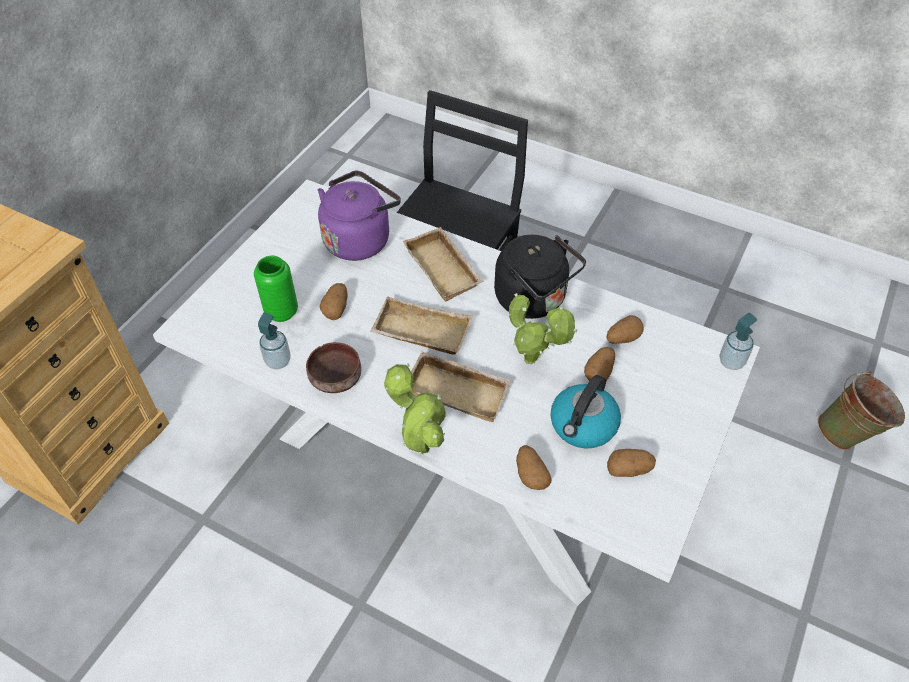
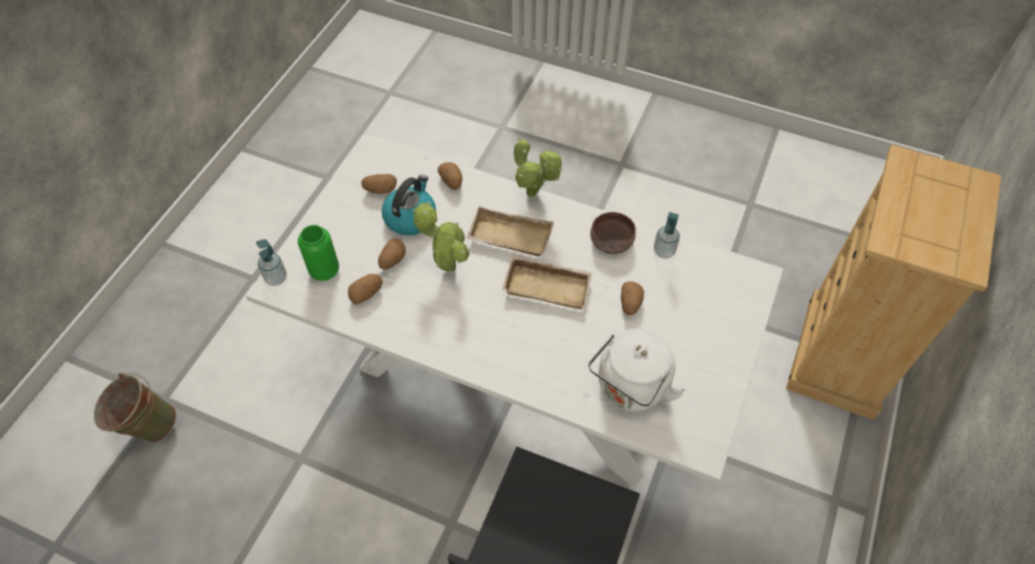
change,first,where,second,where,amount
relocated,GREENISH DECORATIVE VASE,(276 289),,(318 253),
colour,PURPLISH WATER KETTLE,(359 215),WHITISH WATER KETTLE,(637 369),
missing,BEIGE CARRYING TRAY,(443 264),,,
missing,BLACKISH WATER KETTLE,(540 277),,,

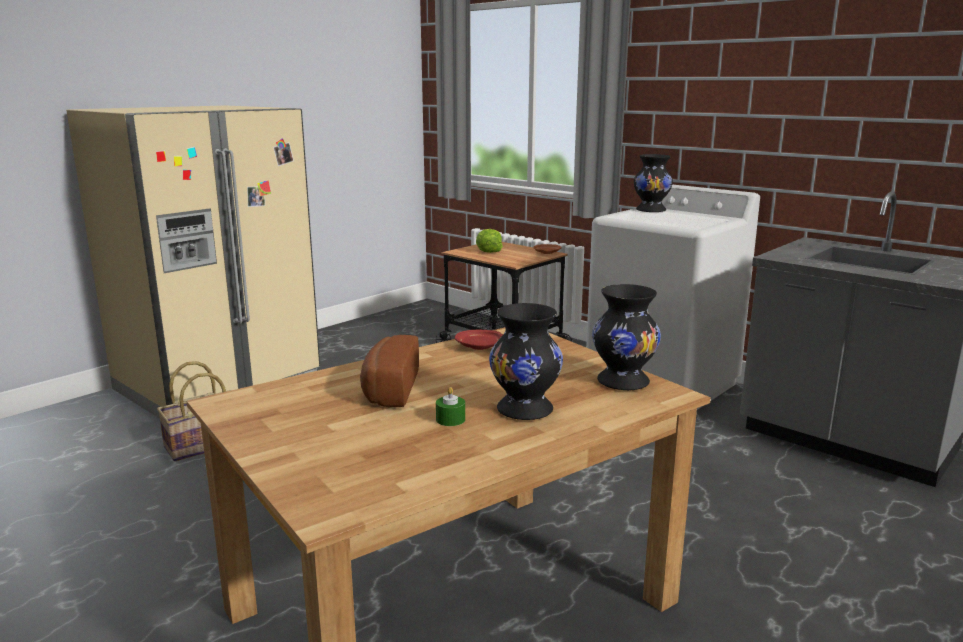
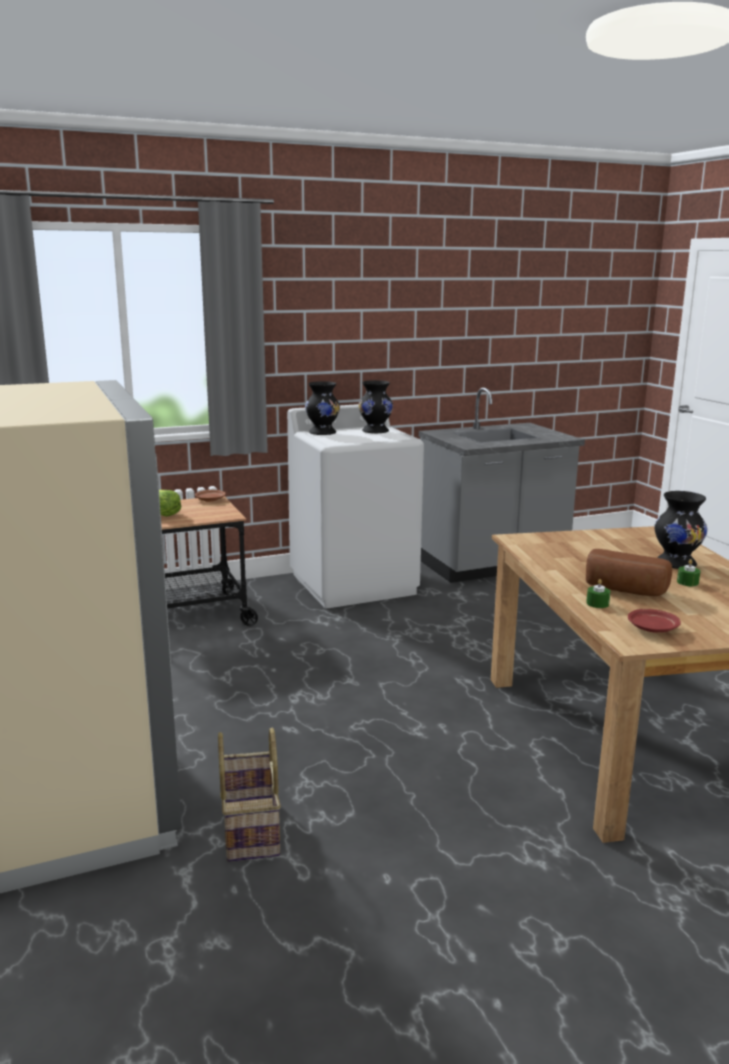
change,first,where,second,where,amount
relocated,RED DINNER PLATE,(479 340),,(654 620),
relocated,BLACKISH DECORATIVE VASE,(626 337),,(375 406),
appeared,,,GREENISH CANDLE,(598 593),

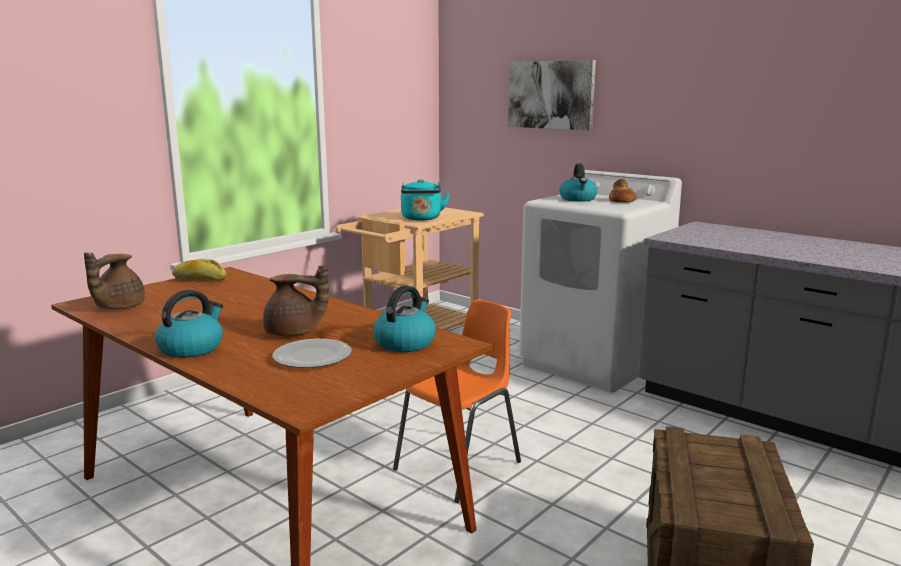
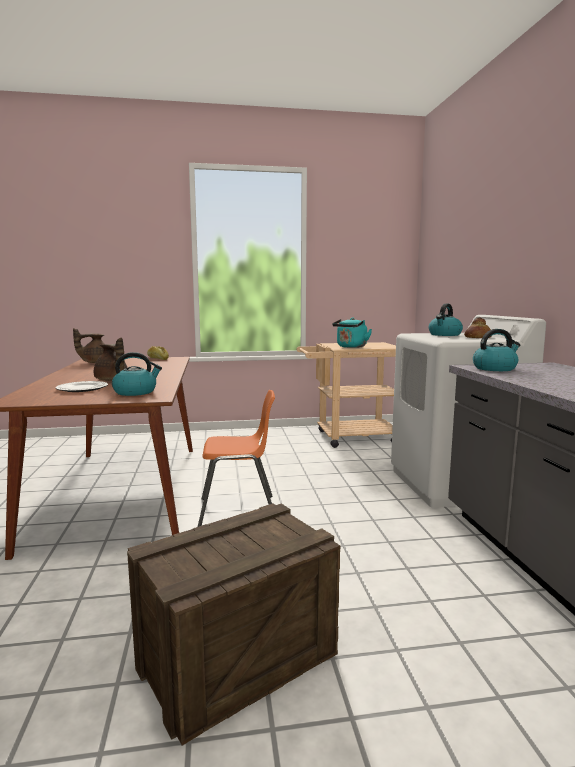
change,first,where,second,where,amount
relocated,WATER KETTLE,(189 324),,(496 350),
missing,PICTURE,(552 95),,,

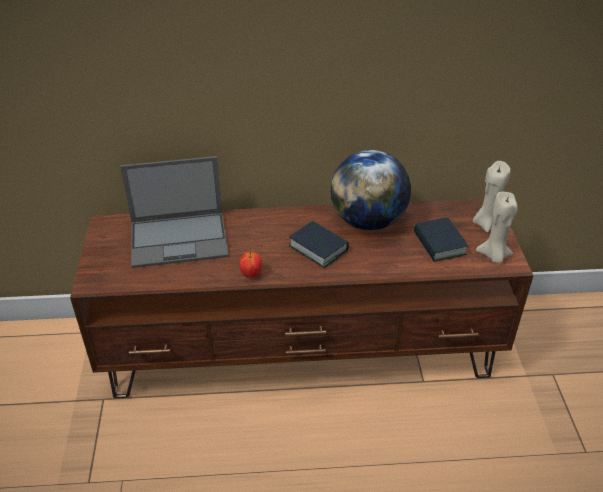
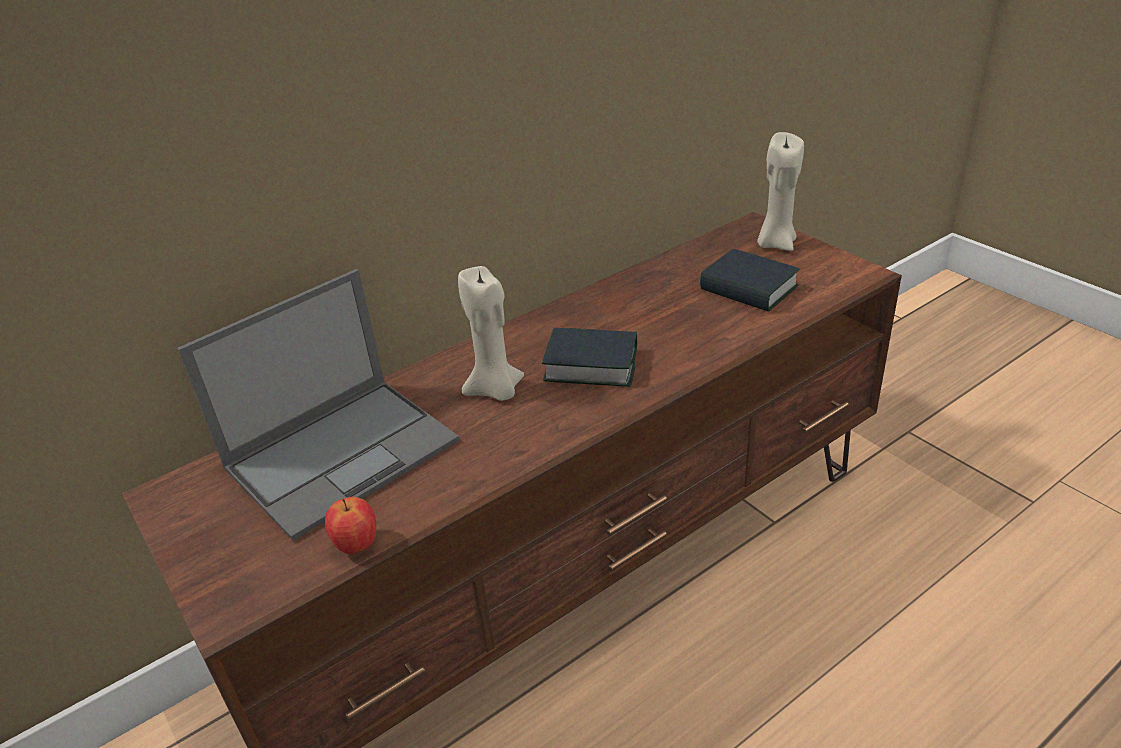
change,first,where,second,where,amount
relocated,APPLE,(250 264),,(350 525),
missing,DESK GLOBE,(371 190),,,
relocated,BEIGE CANDLE,(496 227),,(491 333),

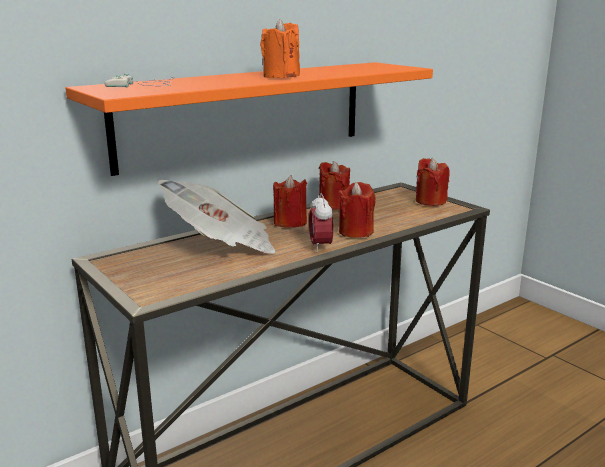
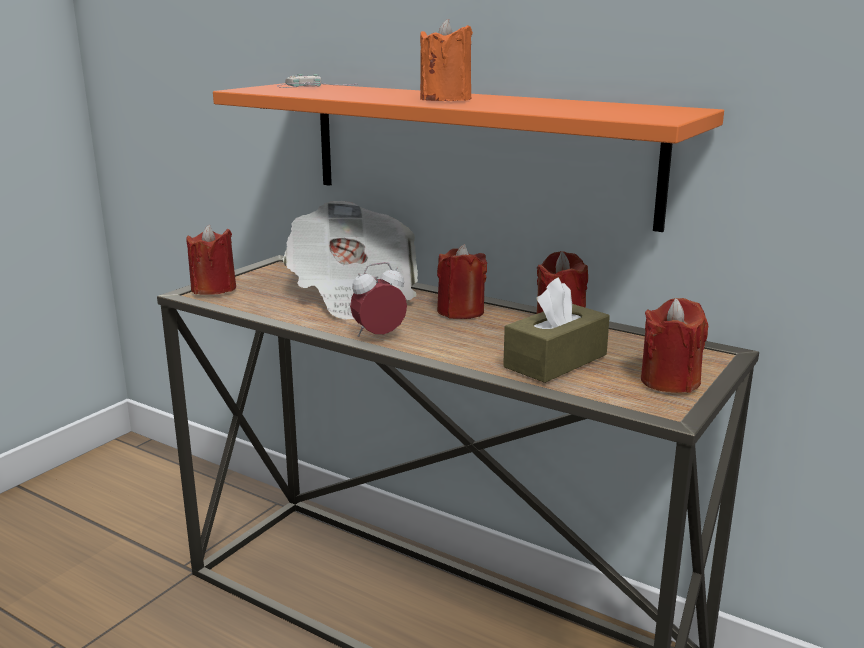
change,first,where,second,where,amount
relocated,RED CANDLE,(357 210),,(211 259),
appeared,,,BROWN TISSUE BOX,(556 330),

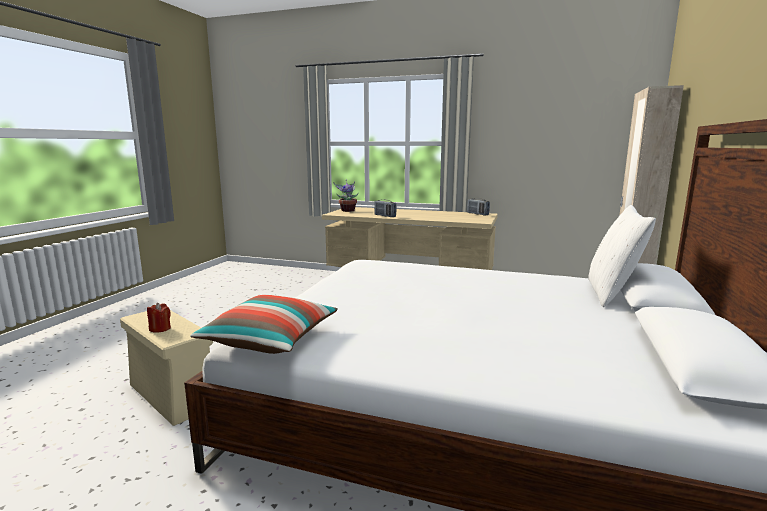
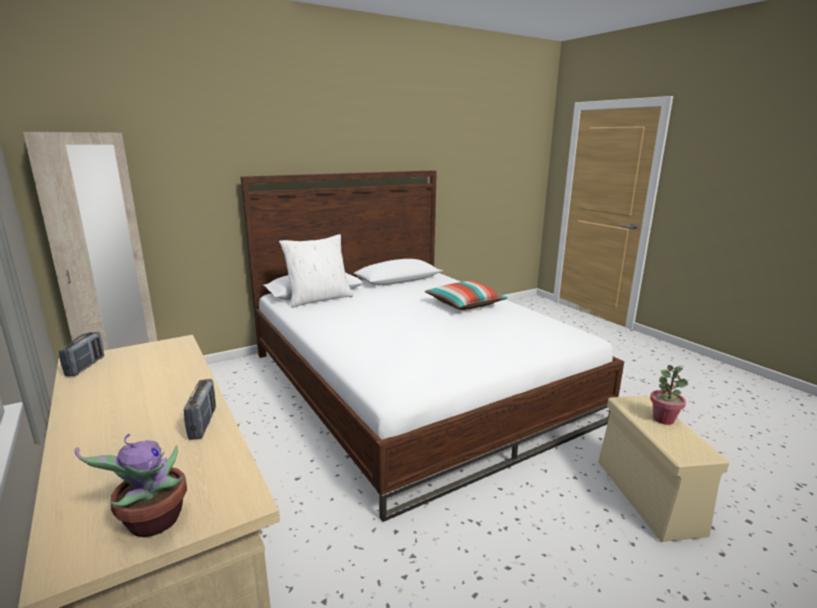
change,first,where,second,where,amount
exchanged,RED CANDLE,(159 318),HOUSEPLANT,(669 395),
relocated,PILLOW,(264 324),,(466 295),

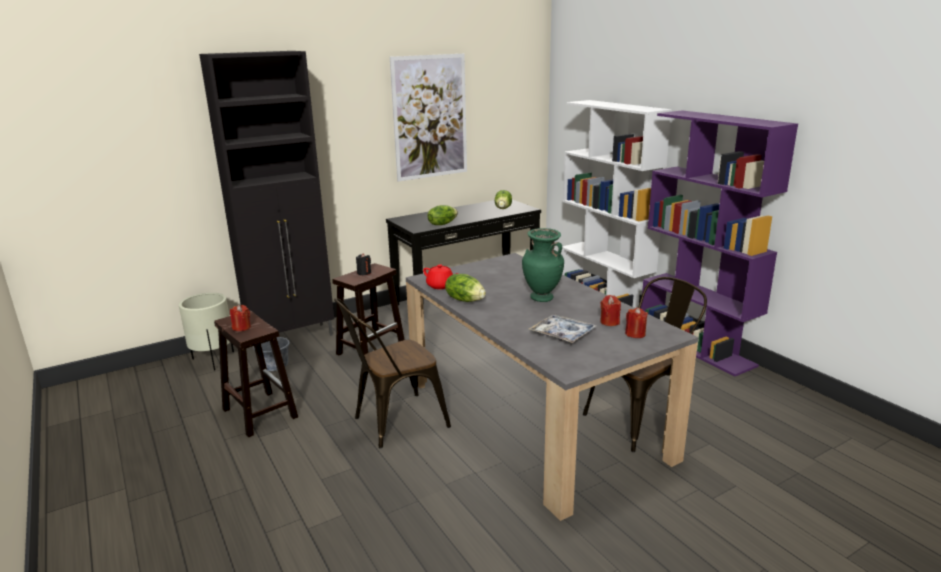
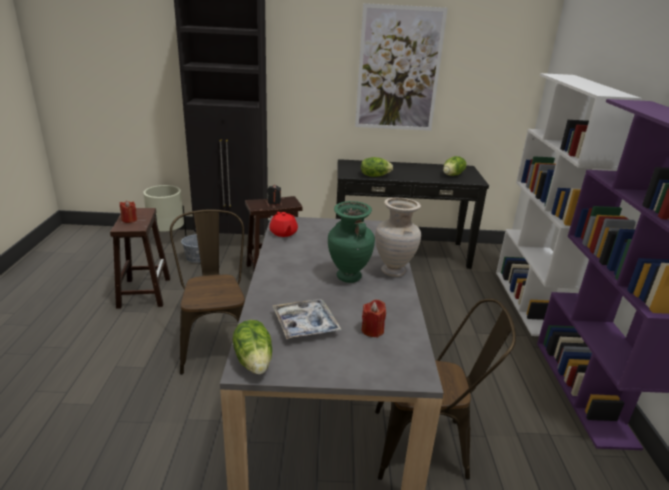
change,first,where,second,where,amount
spun,BROWN PLAIN CHAIR,(392 373),,(207 292),75 degrees clockwise
relocated,LETTUCE HEAD,(465 288),,(252 347),
missing,RED CANDLE,(636 323),,,
appeared,,,BEIGE DECORATIVE VASE,(398 237),

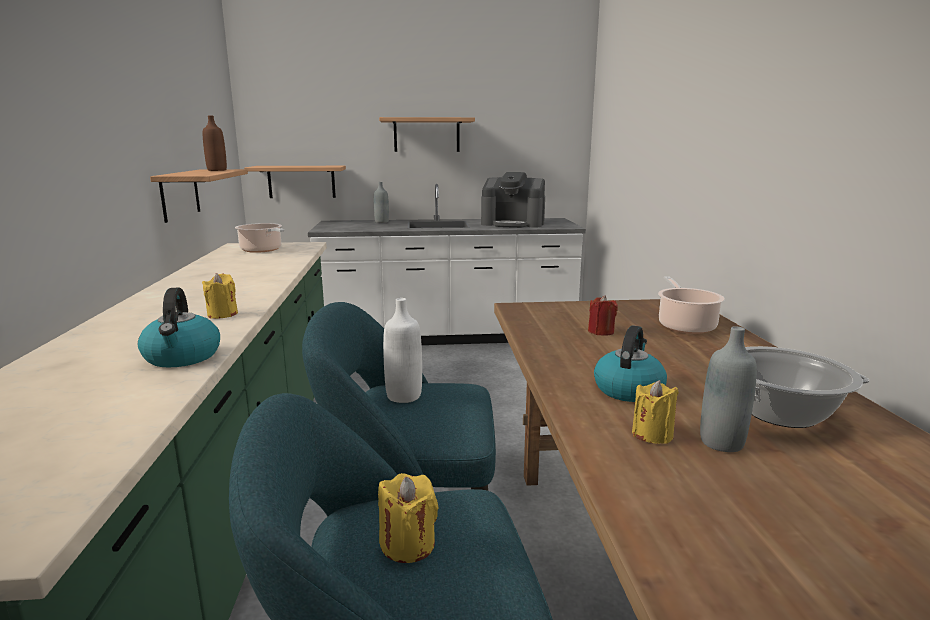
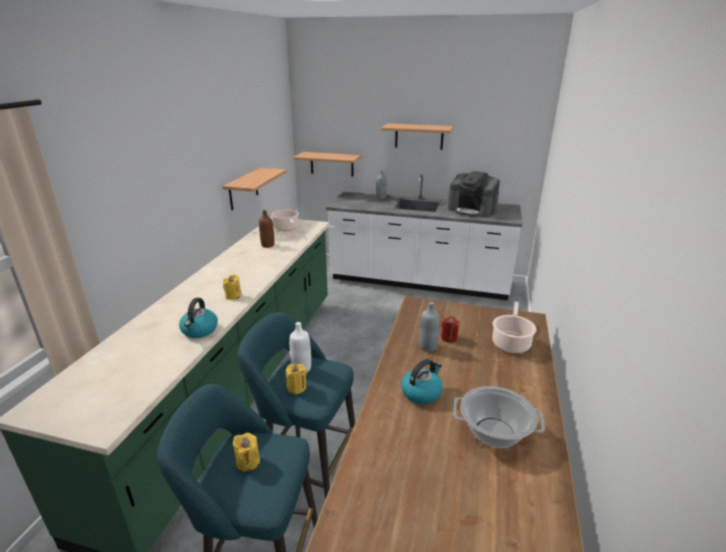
change,first,where,second,where,amount
relocated,BROWN BEVERAGE BOTTLE,(215 143),,(266 229),
relocated,YELLOW CANDLE,(655 412),,(296 379),
relocated,GREYISH BEVERAGE BOTTLE,(728 389),,(429 327),

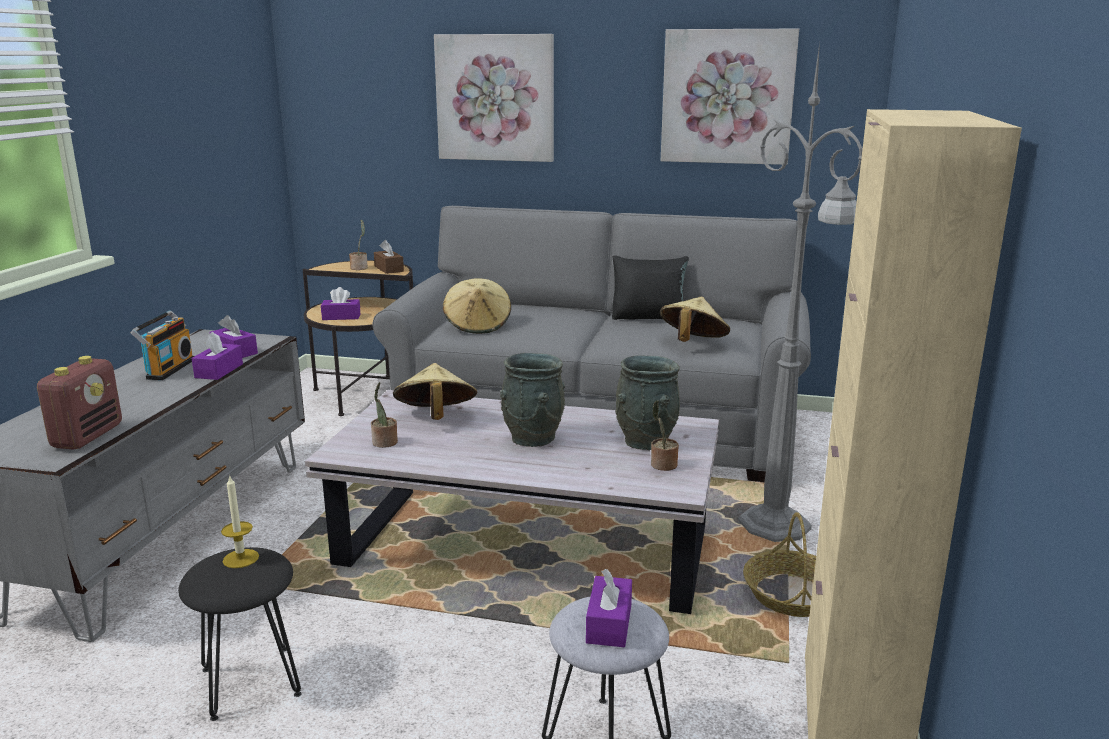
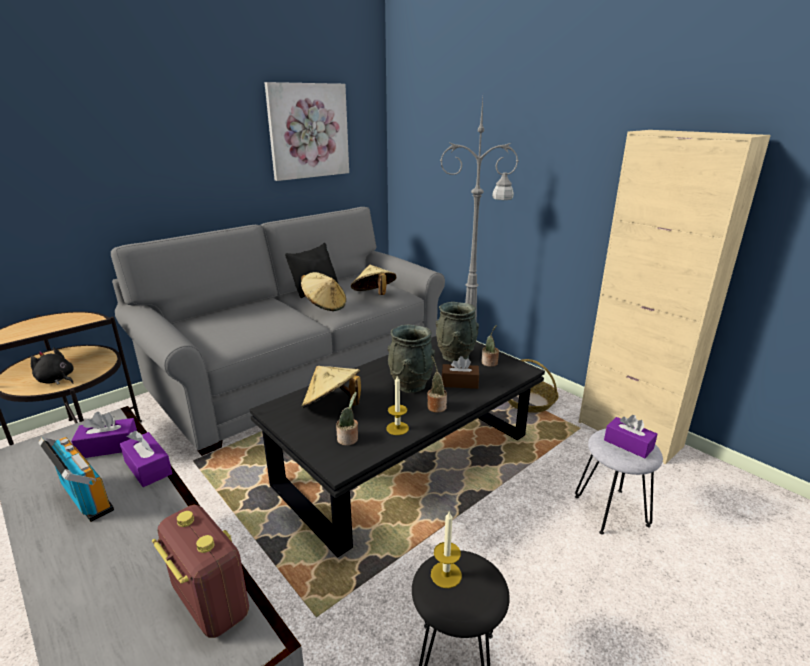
change,first,where,second,where,amount
colour,WHITISH LOW TABLE,(512 502),BLACKISH LOW TABLE,(397 447),
exchanged,PURPLISH TISSUE BOX,(340 303),BLACKISH CUDDLY TOY,(52 366),
relocated,HOUSEPLANT,(358 245),,(437 384),
relocated,BROWN TISSUE BOX,(389 257),,(460 372),
missing,PICTURE,(494 98),,,
relocated,BEIGE CLOTHING HAT,(477 306),,(323 291),
appeared,,,CANDLE,(397 405),

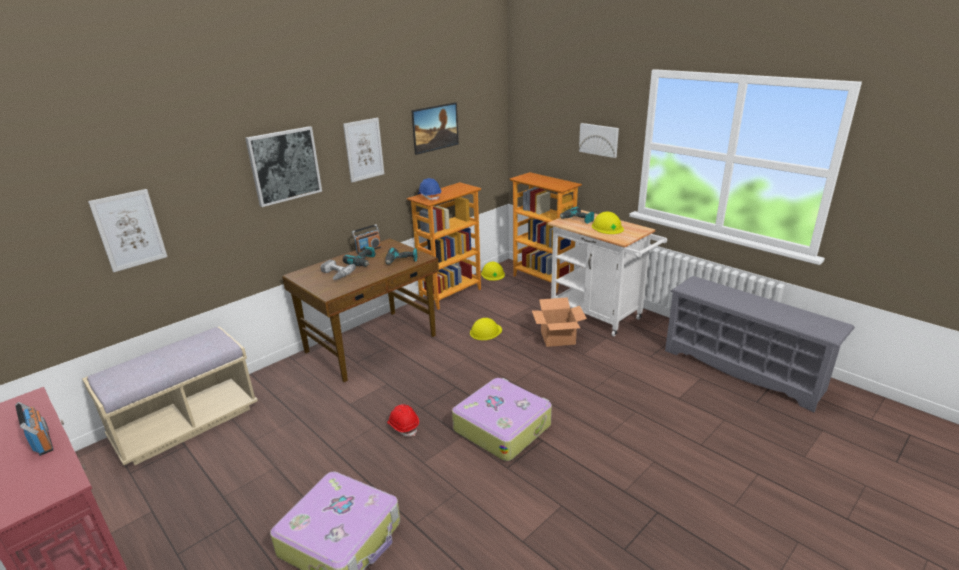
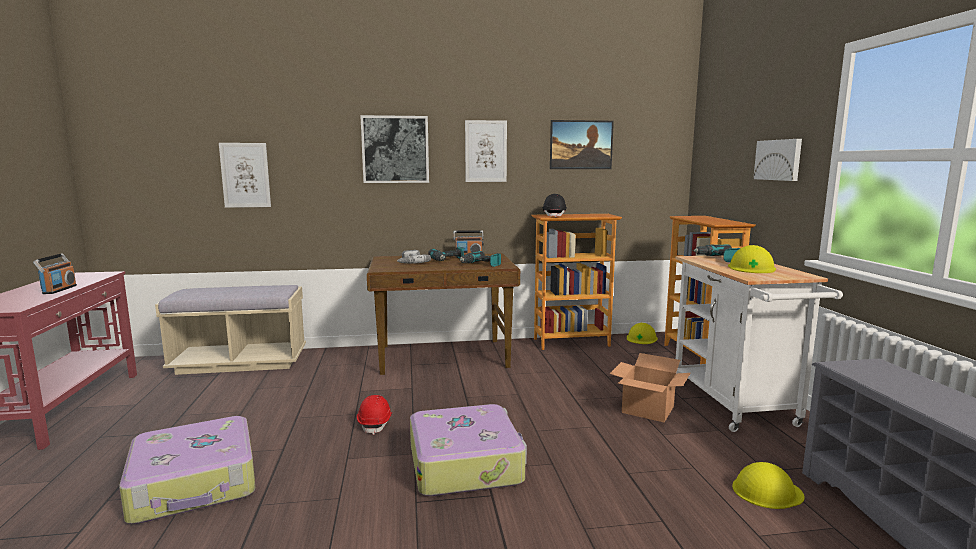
change,first,where,second,where,amount
colour,BLUE SAFETY HELMET,(429 189),BLACKISH SAFETY HELMET,(554 205),
relocated,YELLOW SAFETY HELMET,(486 329),,(768 485),

